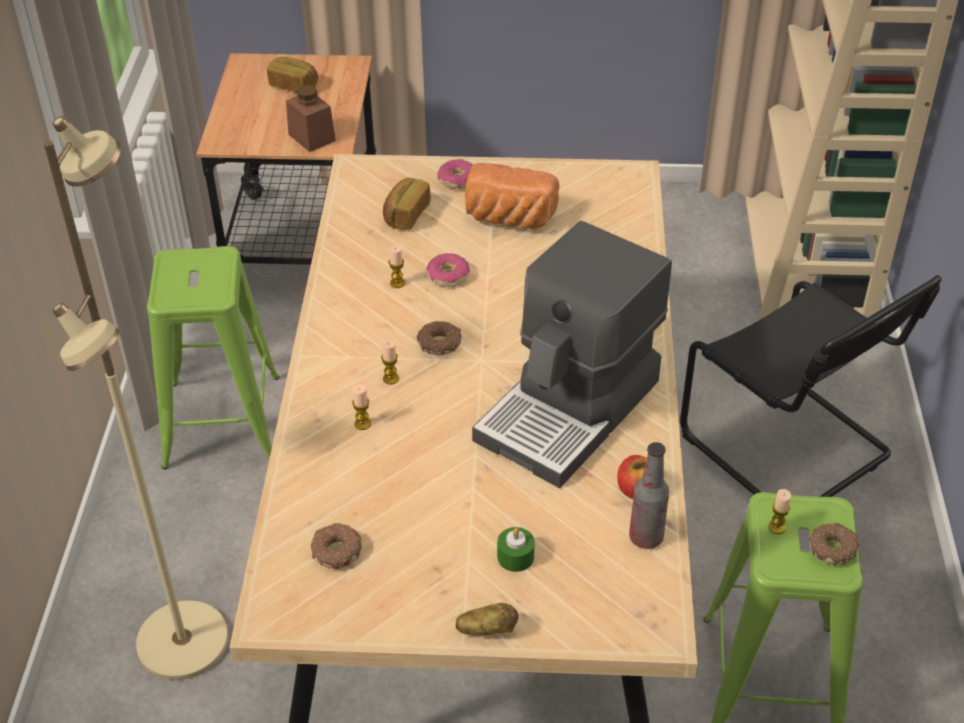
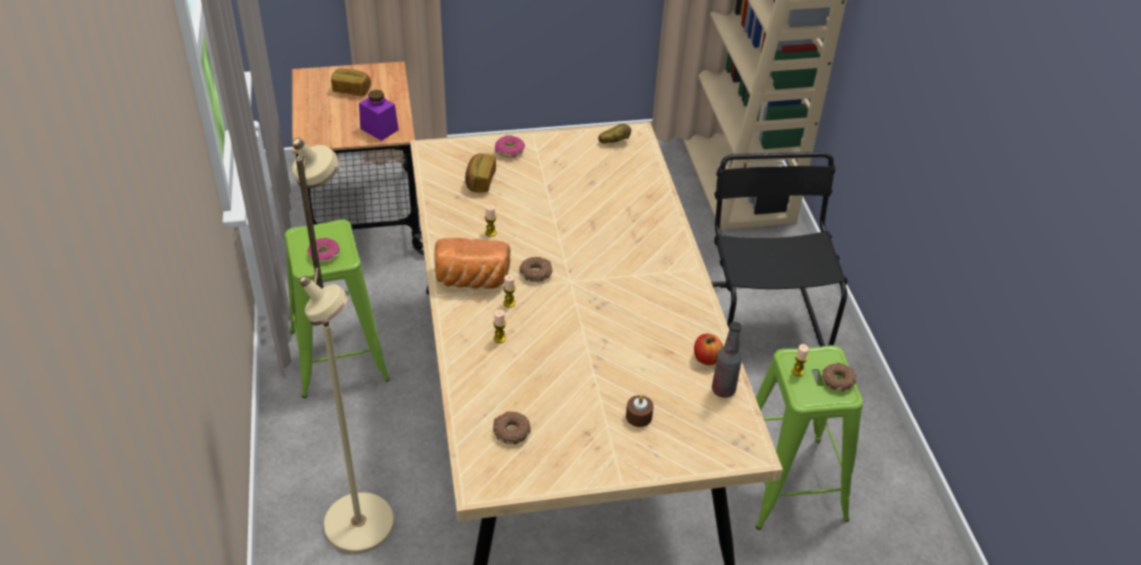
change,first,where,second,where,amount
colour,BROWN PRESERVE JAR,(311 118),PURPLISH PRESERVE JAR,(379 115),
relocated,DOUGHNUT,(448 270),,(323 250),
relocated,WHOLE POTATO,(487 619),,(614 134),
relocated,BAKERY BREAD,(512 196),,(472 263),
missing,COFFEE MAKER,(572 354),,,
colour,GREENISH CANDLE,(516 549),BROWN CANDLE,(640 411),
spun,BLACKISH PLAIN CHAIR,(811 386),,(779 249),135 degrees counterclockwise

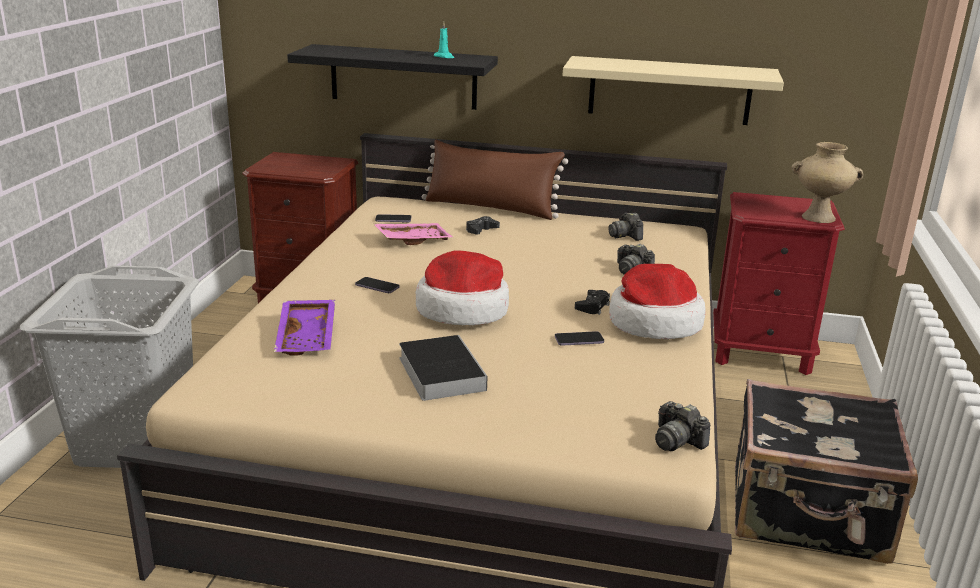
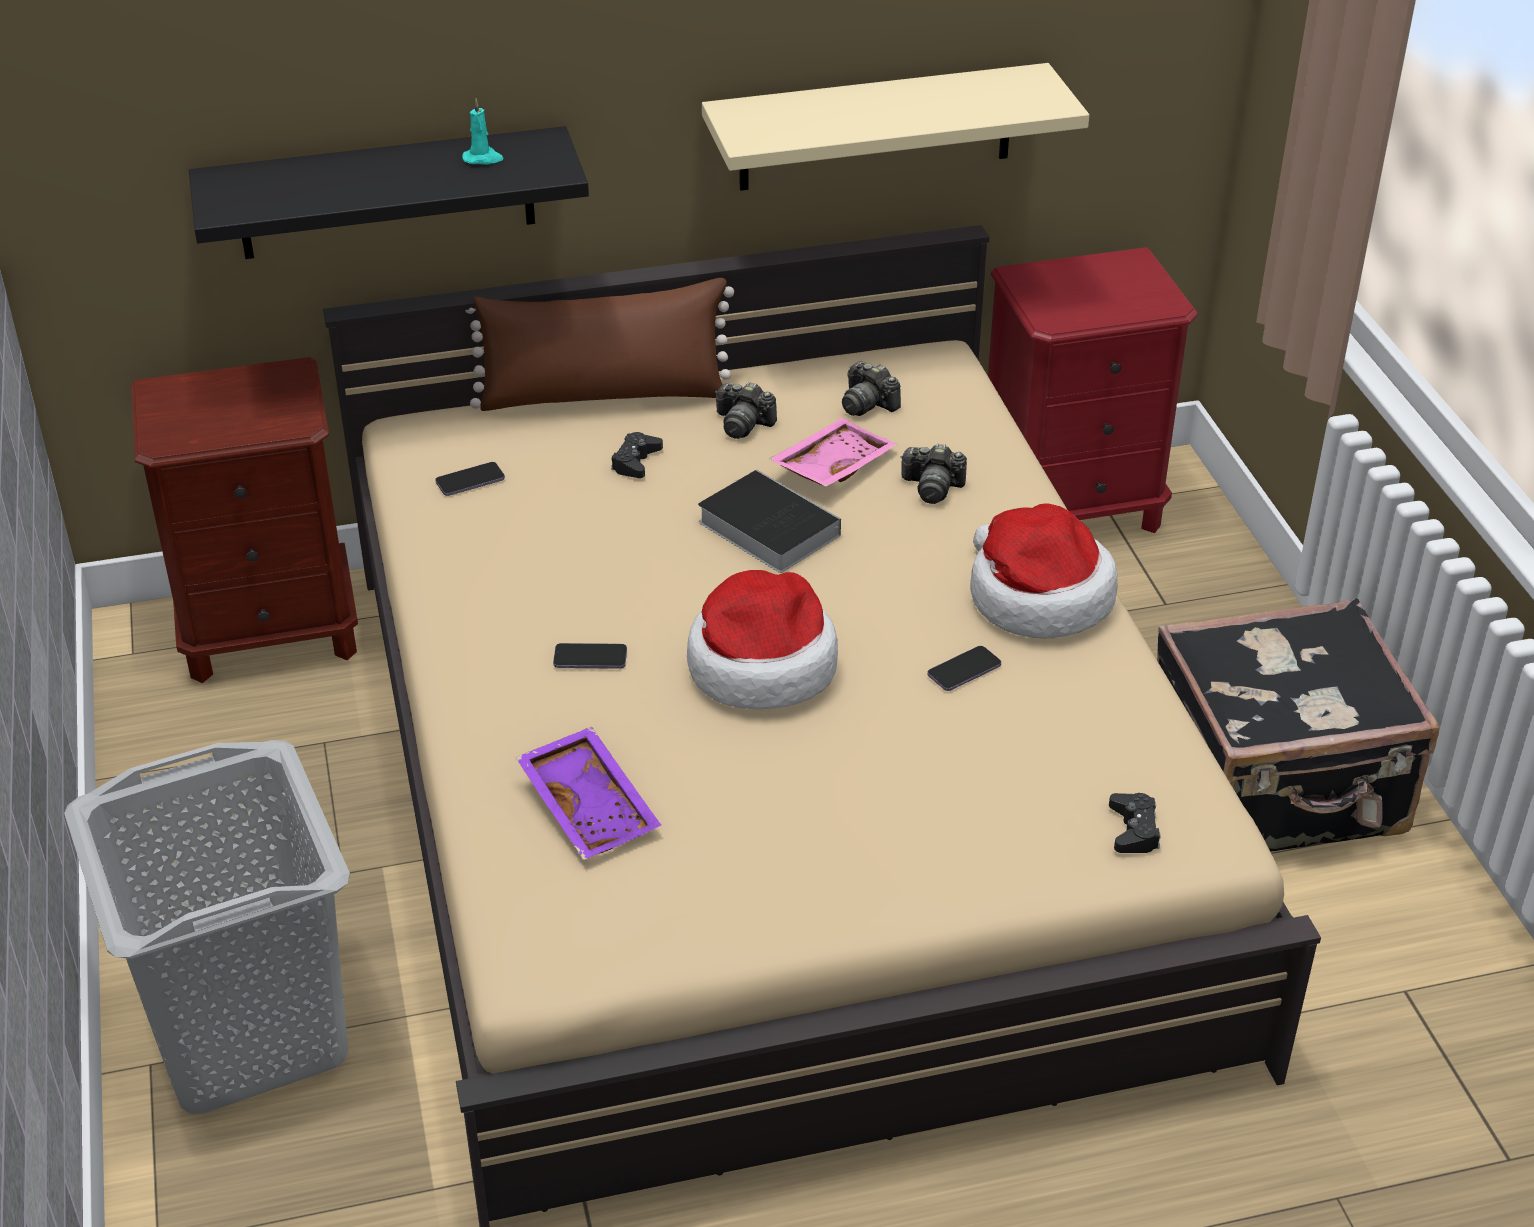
change,first,where,second,where,amount
relocated,PINK-COLOURED CARRYING TRAY,(413 234),,(833 452),
relocated,VOLUME,(443 368),,(769 521),
relocated,BLACKISH GAME CONTROLLER,(592 302),,(1135 823),
relocated,PHOTO CAMERA,(683 426),,(746 410),
missing,BEIGE DECORATIVE VASE,(827 182),,,

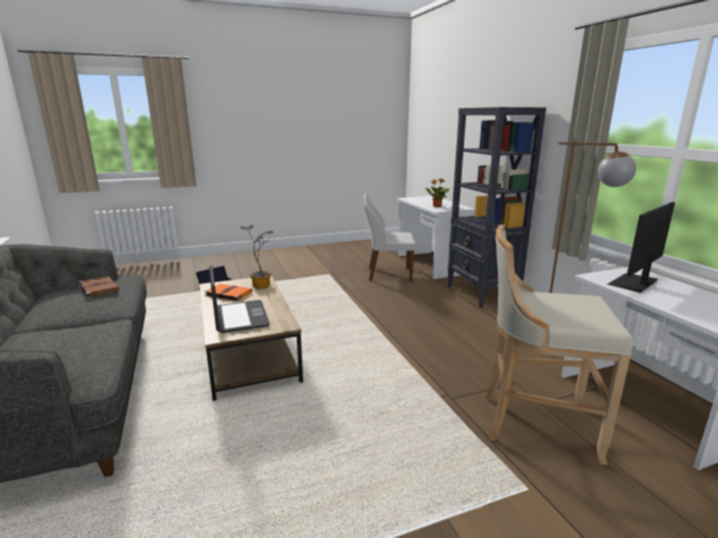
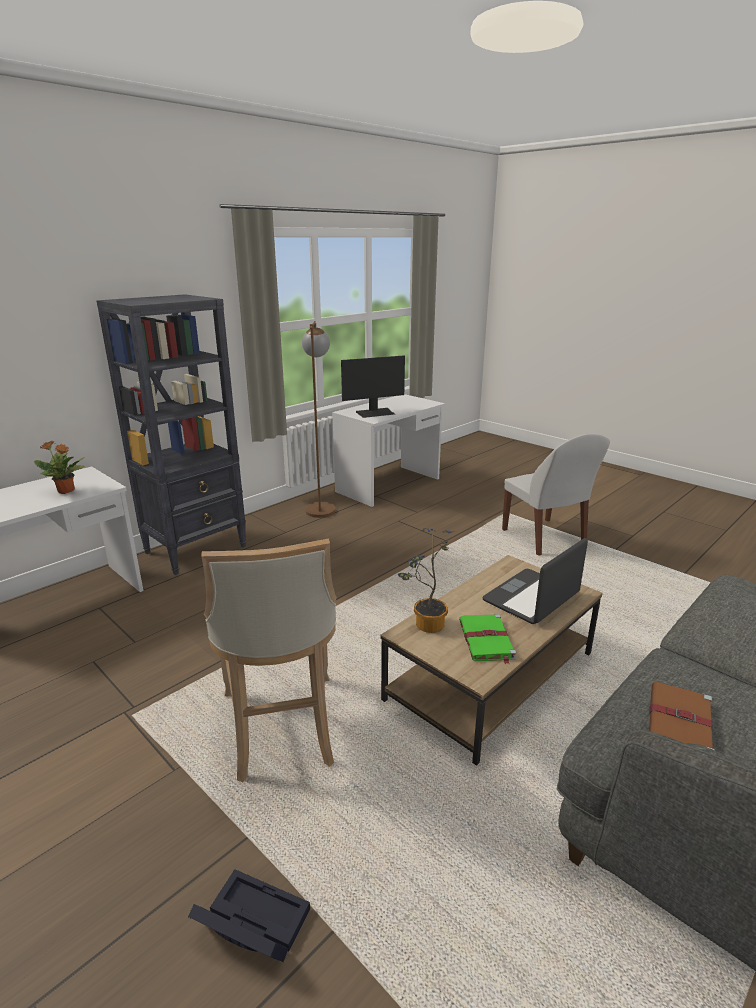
change,first,where,second,where,amount
colour,ORANGEY VOLUME,(228 293),GREENISH VOLUME,(487 639),
relocated,WHITISH PLAIN CHAIR,(389 237),,(556 495),
relocated,BEIGE STOOL SEAT,(559 345),,(269 661),
spun,COMPUTER DISPLAY,(641 247),,(373 387),45 degrees counterclockwise

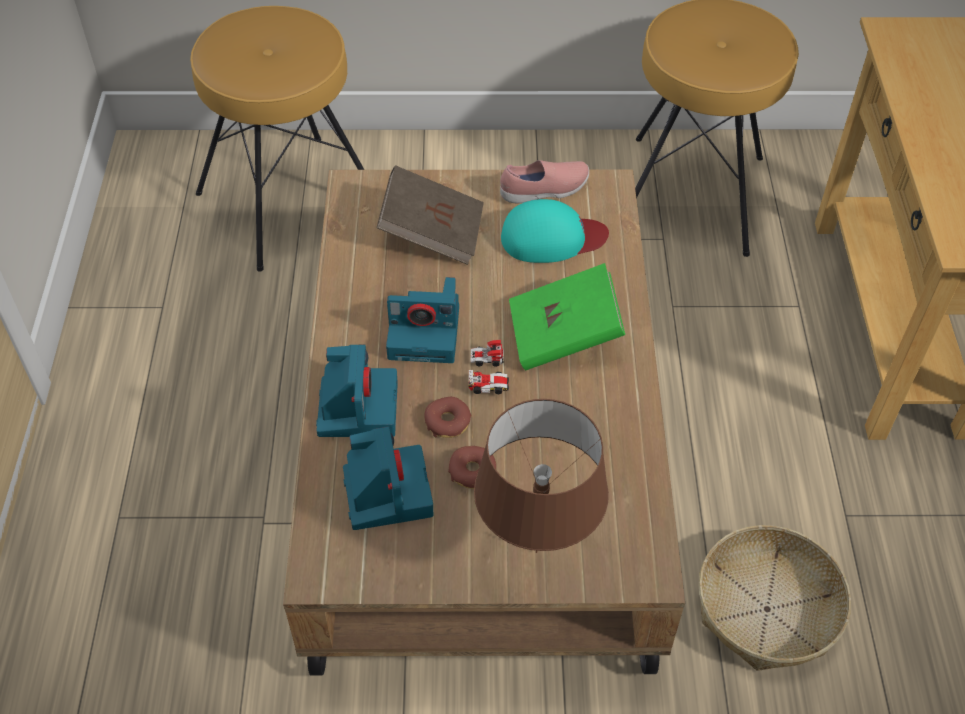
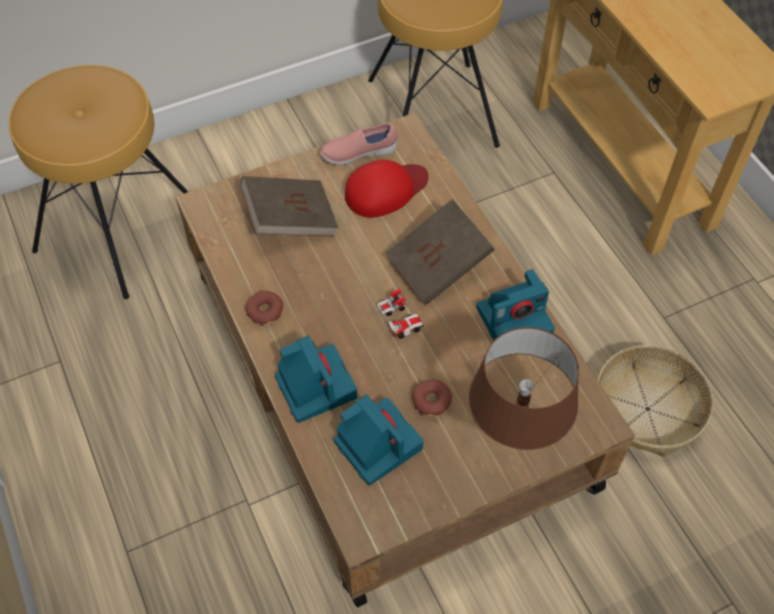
change,first,where,second,where,amount
relocated,PHOTO CAMERA,(422 320),,(515 304),
relocated,DOUGHNUT,(448 417),,(264 308),
spun,PINK-COLOURED SHOE,(544 182),,(359 144),150 degrees counterclockwise
colour,TURQUOISE PEAKED CAP,(555 231),RED PEAKED CAP,(386 189),
colour,GREENISH VOLUME,(567 316),BROWN VOLUME,(440 252),

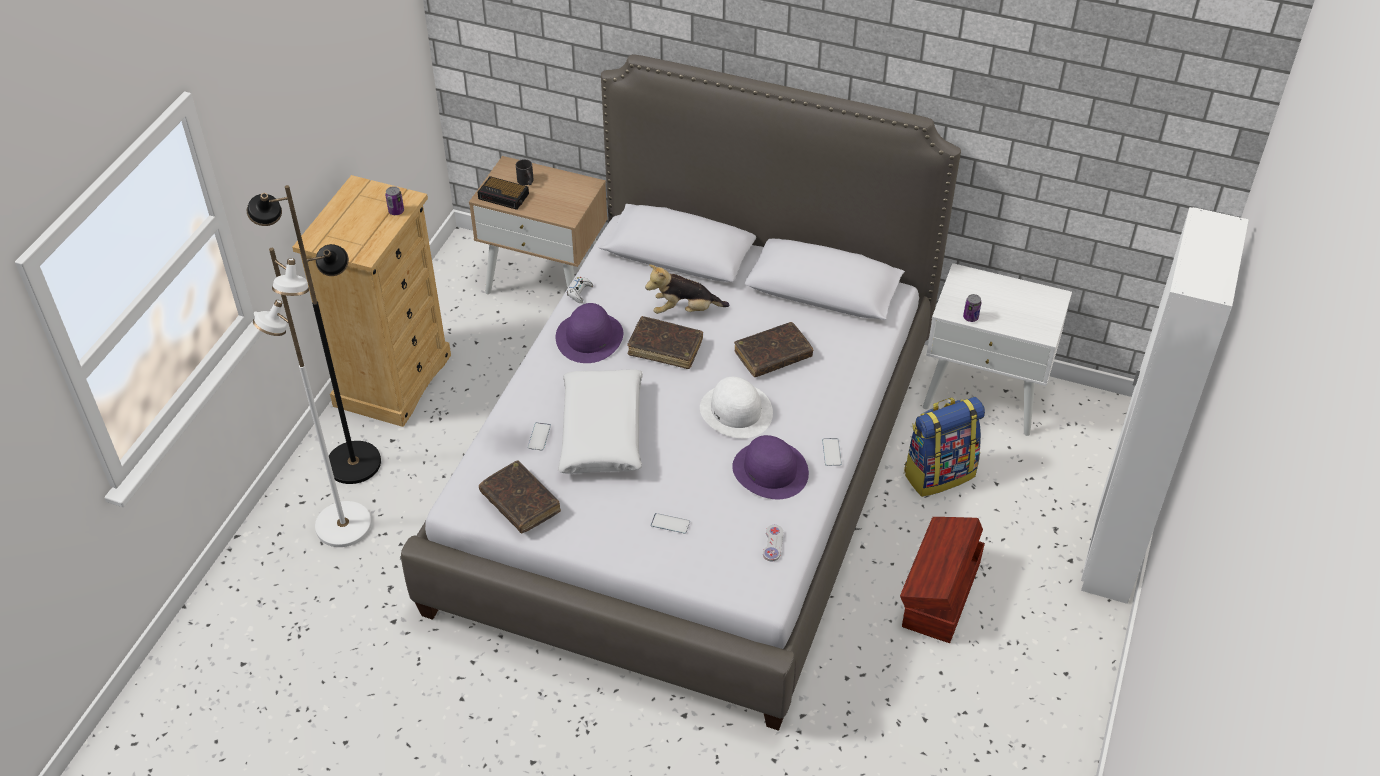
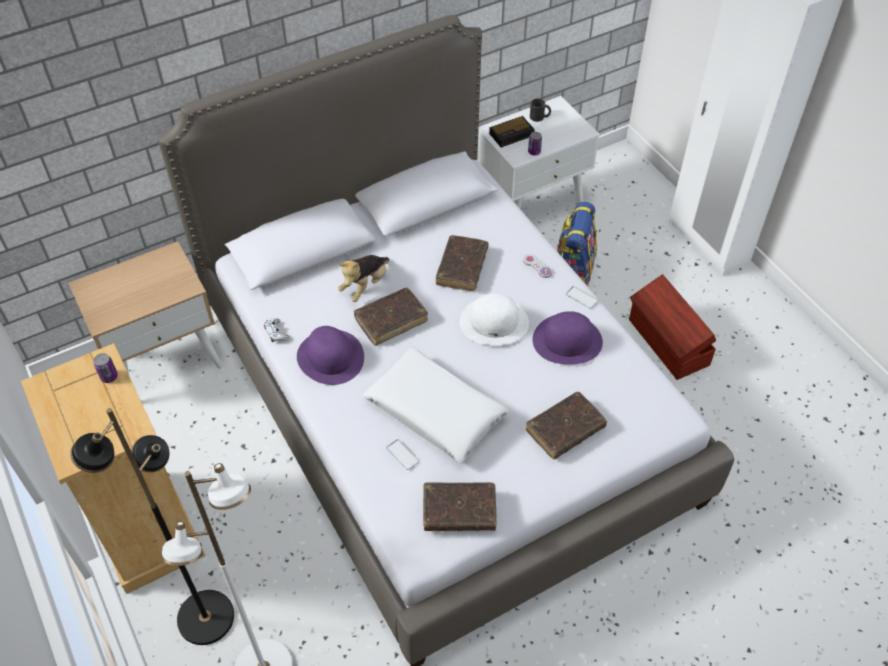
change,first,where,second,where,amount
relocated,TABLE CLOCK,(503 193),,(512 131),
relocated,BLACKISH MUG,(525 172),,(540 110),
exchanged,PHONE,(670 523),BROWN VOLUME,(566 425),
relocated,WHITISH GAME CONTROLLER,(773 543),,(537 266),

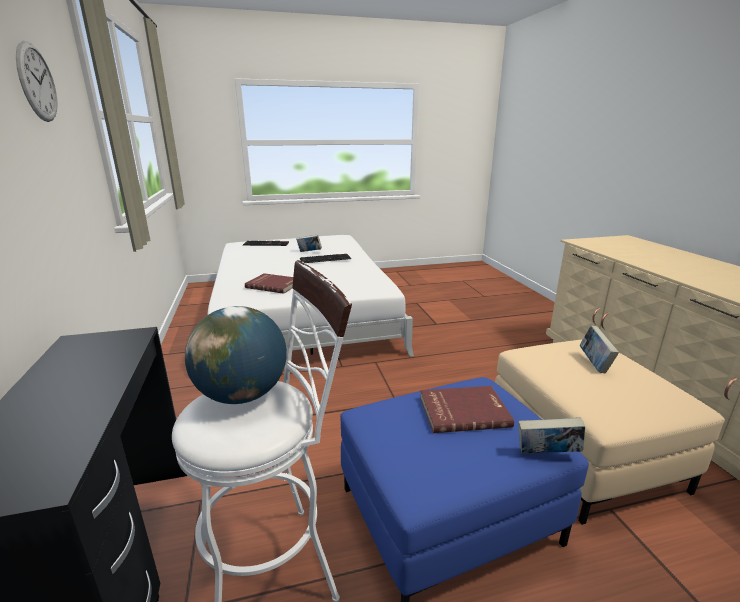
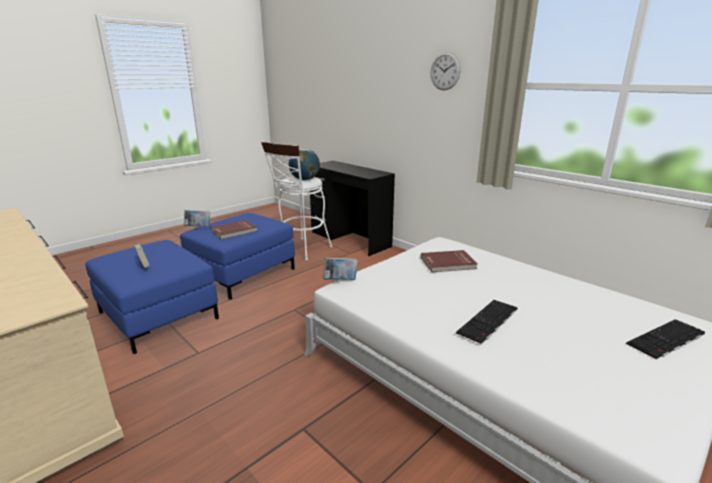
change,first,where,second,where,amount
relocated,VOLUME,(309 243),,(340 268),
colour,BEIGE FOOTREST,(610 432),BLUE FOOTREST,(152 297),

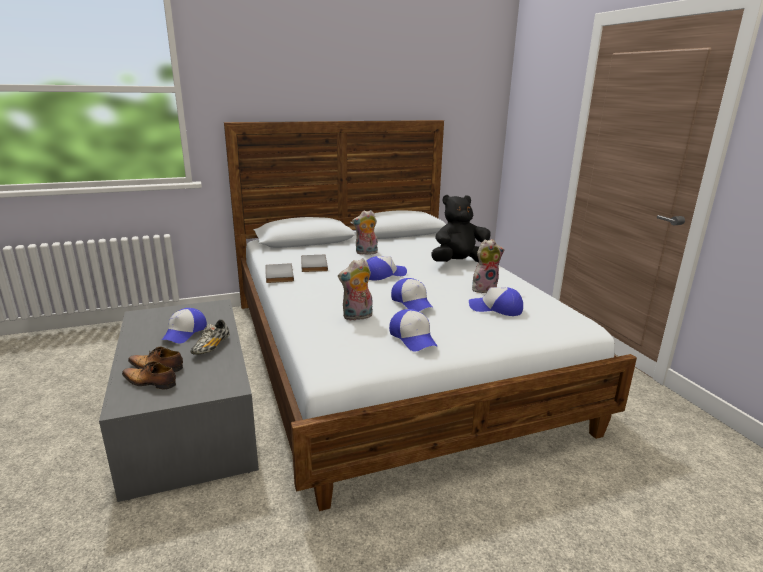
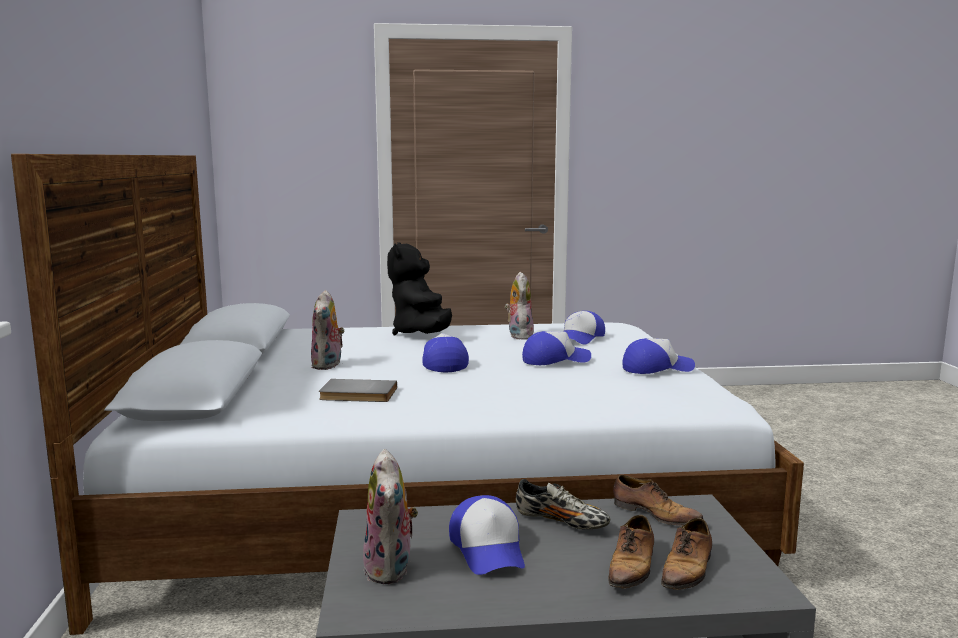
change,first,where,second,where,amount
spun,PEAKED CAP,(183 326),,(487 535),45 degrees clockwise
missing,GREYISH VOLUME,(280 273),,,
relocated,CUDDLY TOY,(355 289),,(390 516),
appeared,,,SHOE,(658 500),

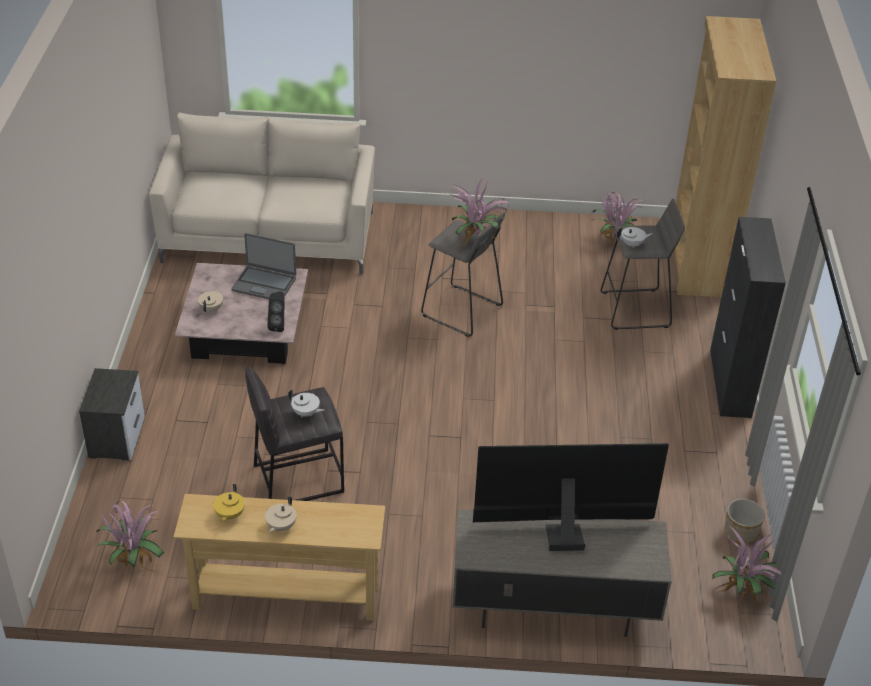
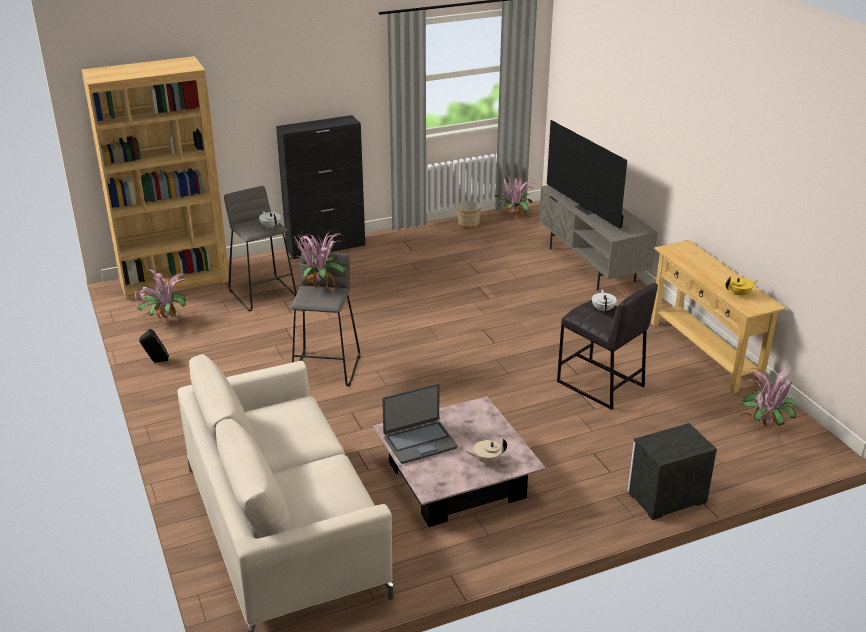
change,first,where,second,where,amount
spun,LAPTOP,(263 266),,(420 423),75 degrees clockwise
missing,BEIGE POT FOR TEA,(281 514),,,
relocated,BLACKISH LOUDSPEAKER,(276 311),,(154 346),

